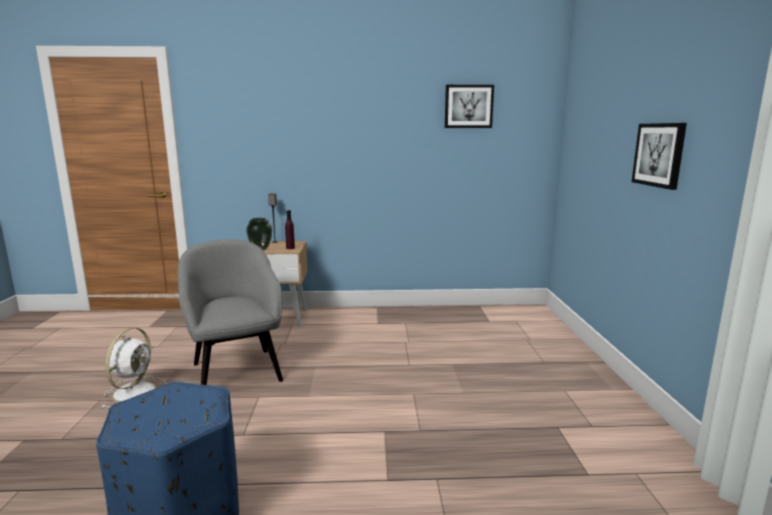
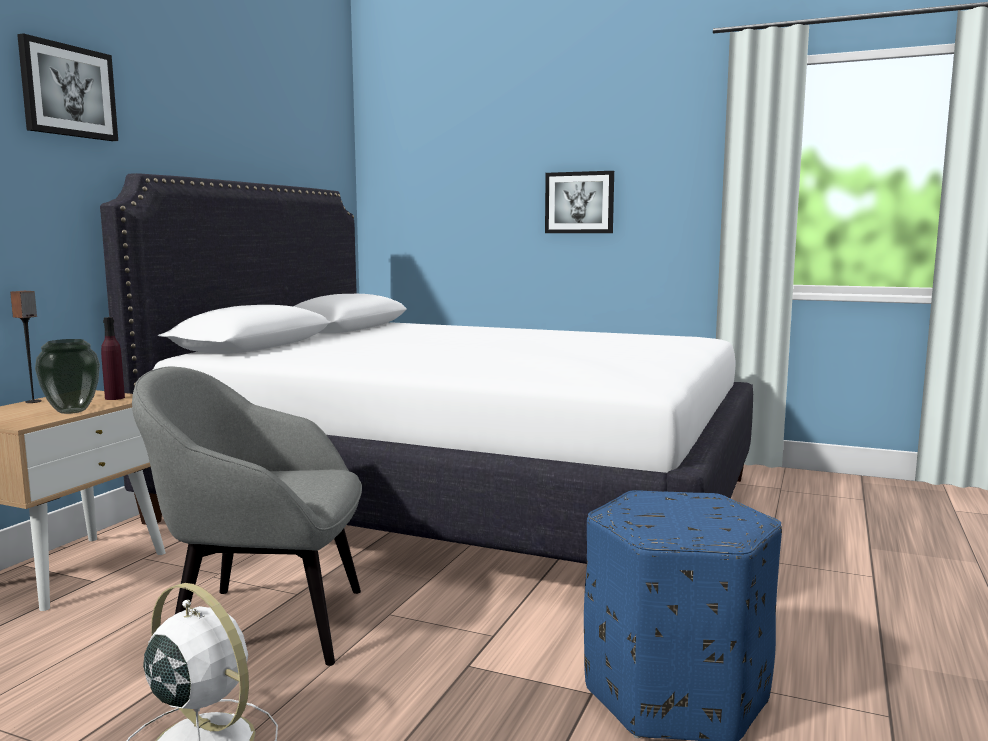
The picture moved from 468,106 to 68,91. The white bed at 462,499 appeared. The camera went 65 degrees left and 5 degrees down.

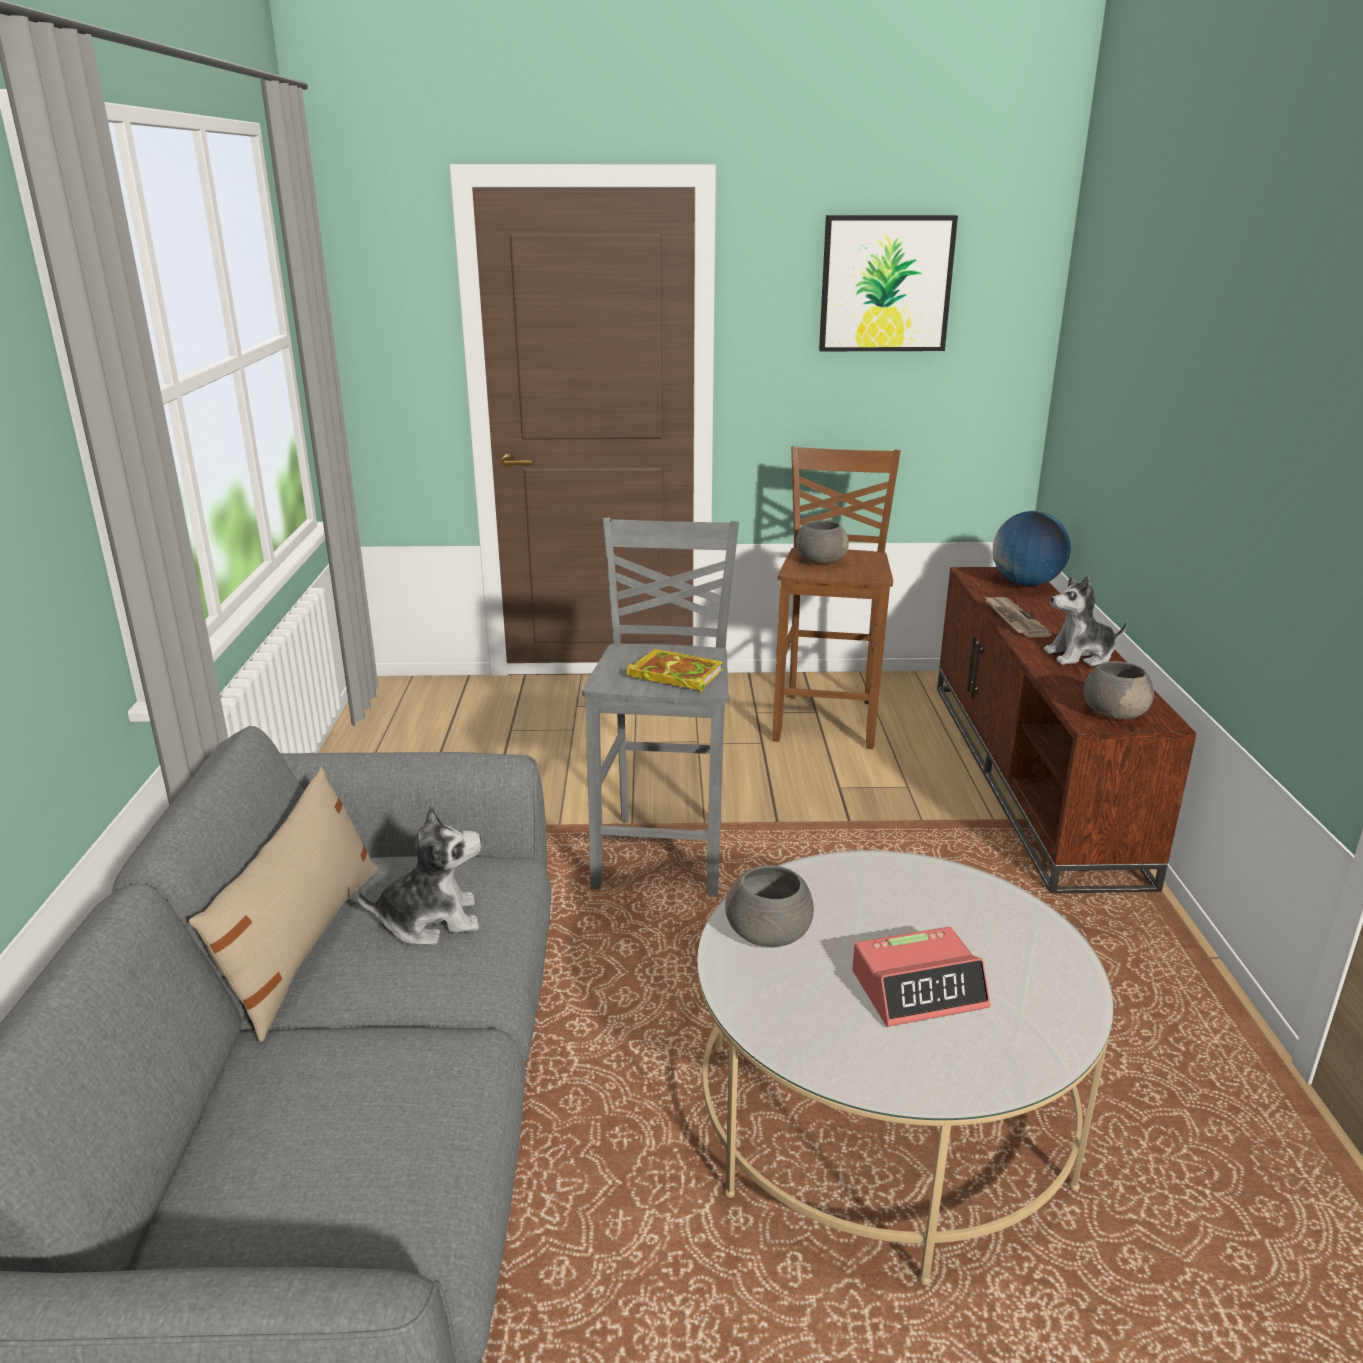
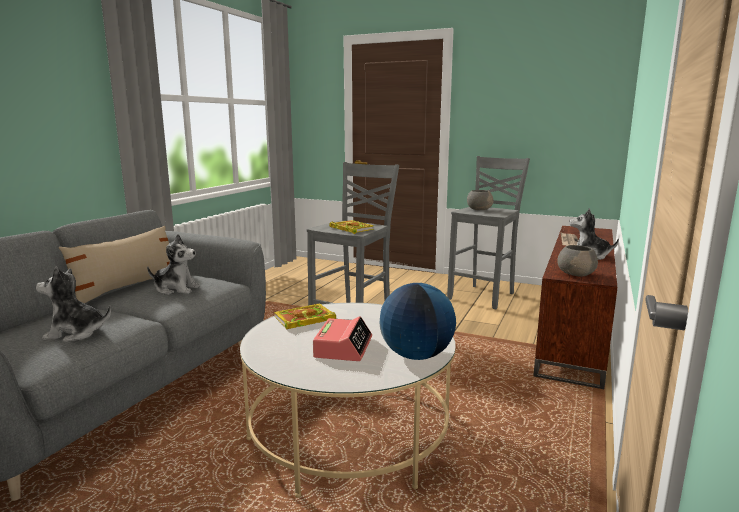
The grey bowl at 769,934 was replaced by the book at 303,320. The brown stool at 827,720 became the grey stool at 483,296. The picture at 885,284 disappeared. The alarm clock at 919,989 turned 90 degrees counterclockwise. The globe moved from 1026,584 to 416,356. The plush toy at 76,333 appeared. The camera went 25 degrees right and 10 degrees down.

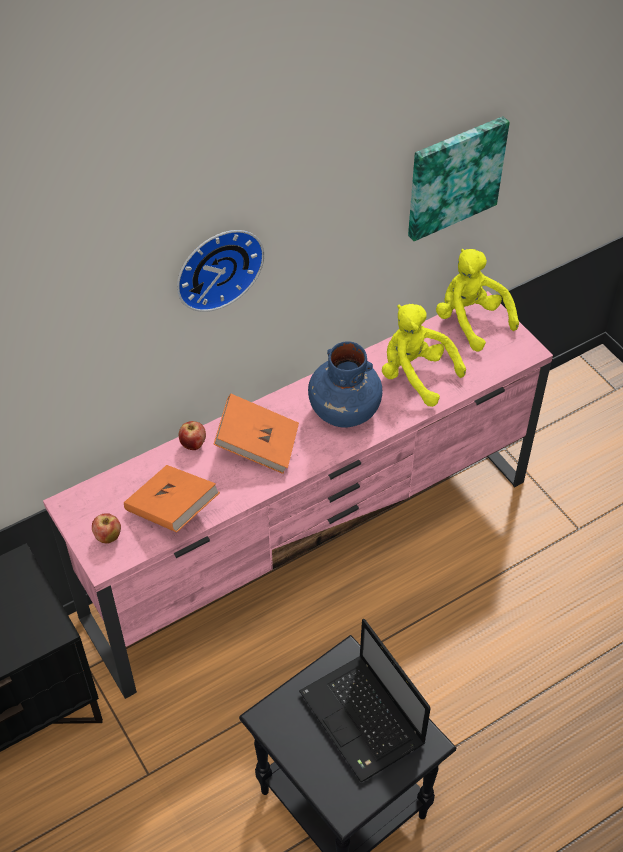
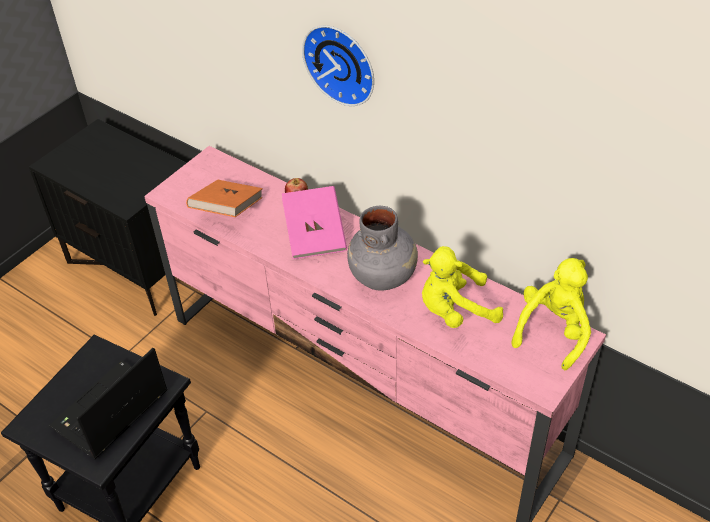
The apple at 108,537 disappeared. The orange book at 257,445 became the pink book at 315,235. The blue vase at 344,410 became the grey vase at 383,275. The yellow plush toy at 415,375 turned 120 degrees counterclockwise. The picture at 454,176 disappeared. The camera went 70 degrees right and 5 degrees down.

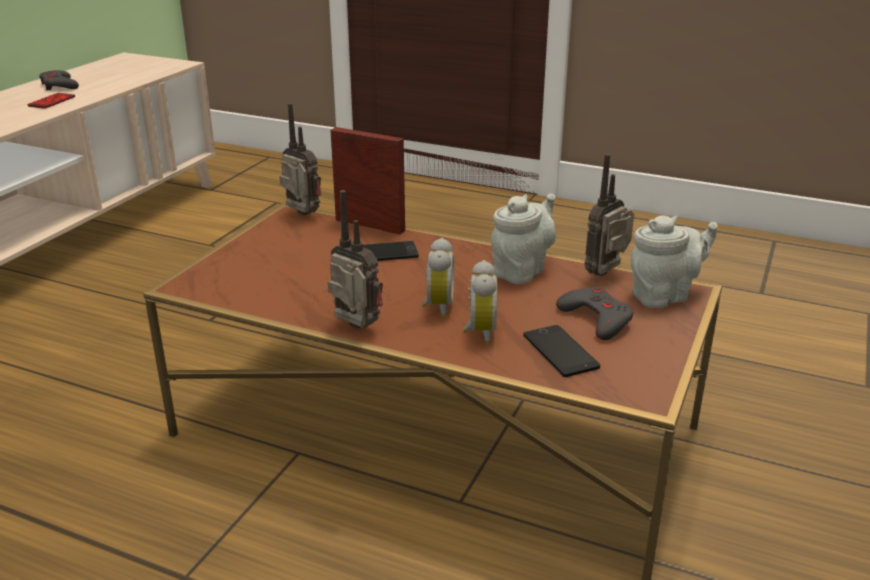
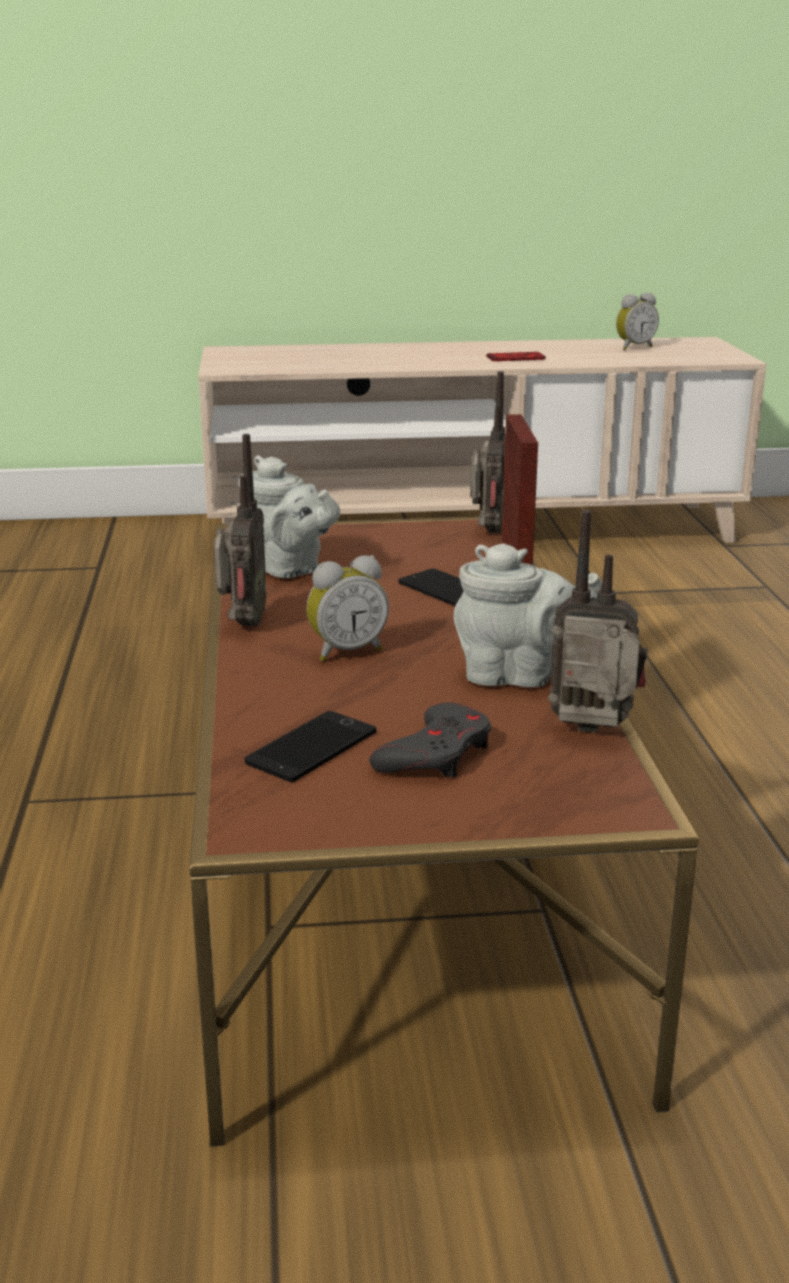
The grey game controller at 59,85 disappeared. The alarm clock moved from 478,332 to 633,347. The grey teapot moved from 664,295 to 286,570. The camera went 60 degrees right and 5 degrees down.

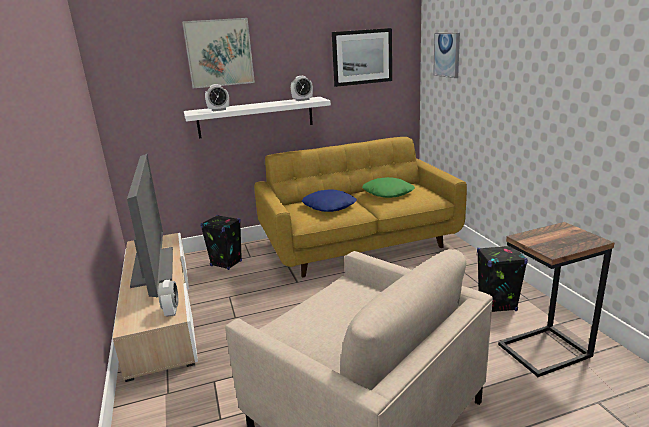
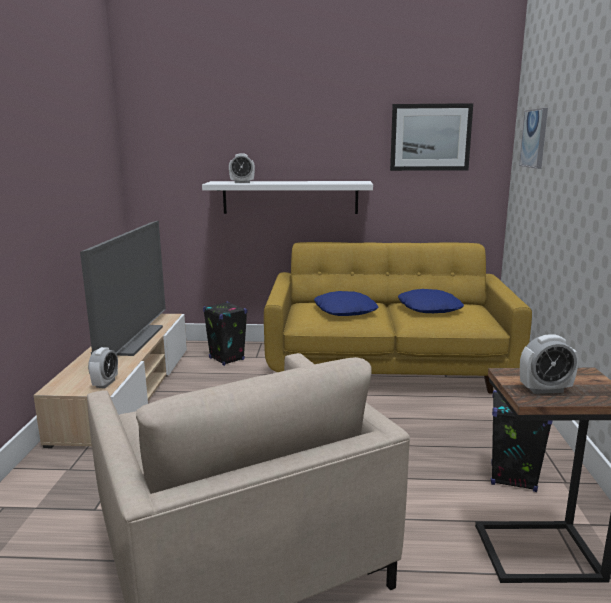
The picture at 219,53 disappeared. The alarm clock moved from 302,100 to 545,389. The green pillow at 388,193 became the blue pillow at 429,308. The camera went 20 degrees right and 5 degrees down.

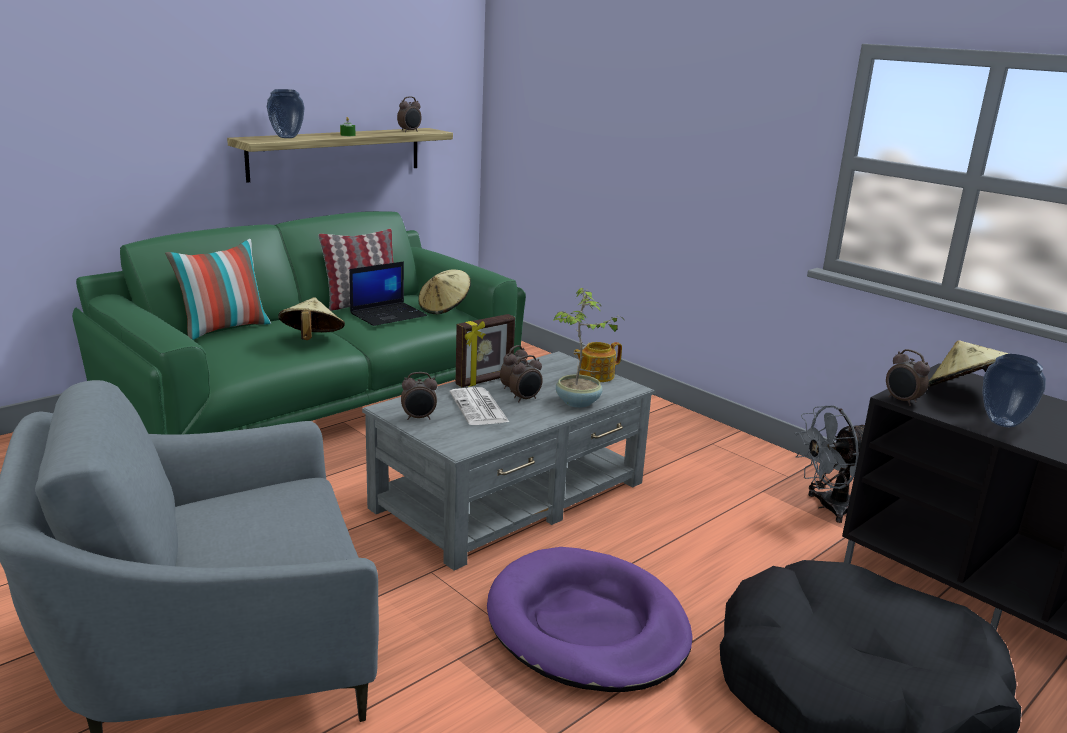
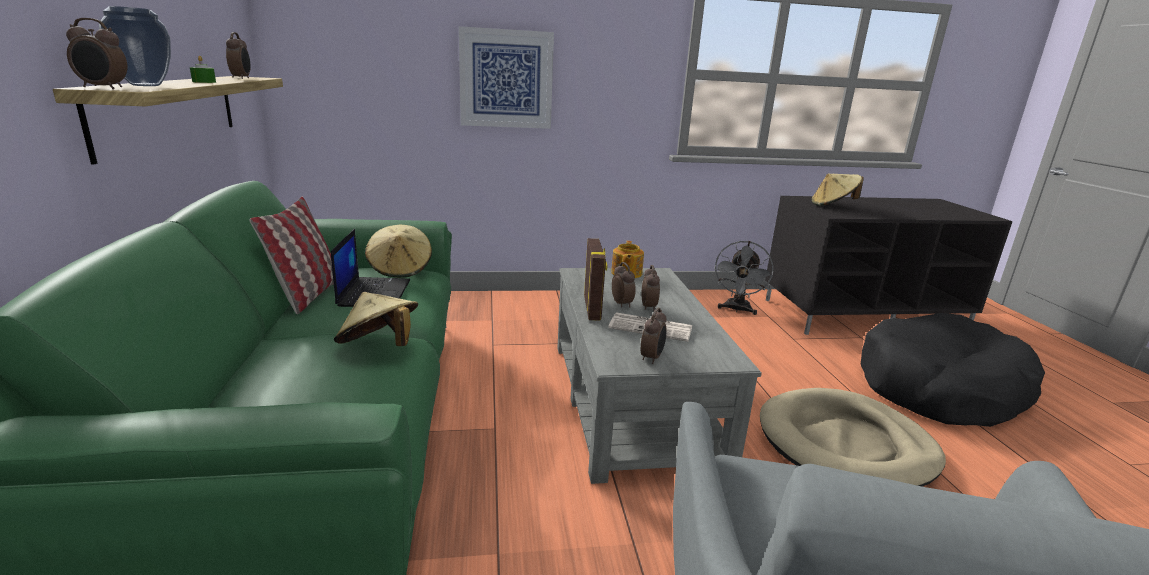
The pillow at 224,329 disappeared. The purple dog bed at 587,626 became the beige dog bed at 845,444. The potted plant at 578,403 disappeared. The alarm clock moved from 902,401 to 103,88. The vase at 1002,422 disappeared. The picture at 506,79 appeared. The camera went 55 degrees left and 0 degrees up.

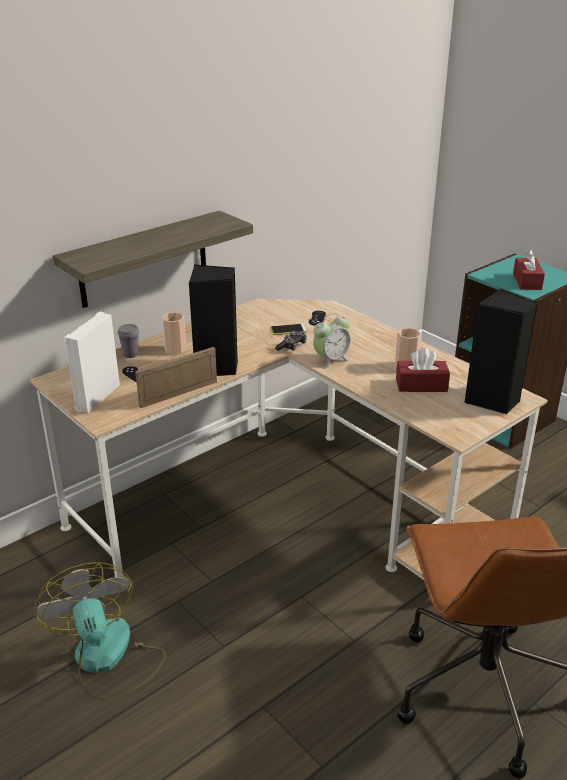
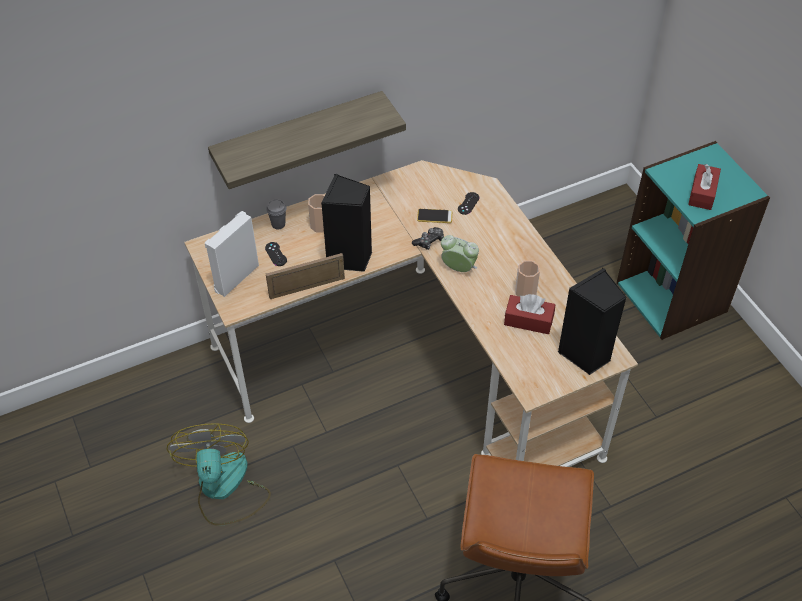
The alarm clock at 331,360 turned 135 degrees counterclockwise. The camera went 15 degrees right and 20 degrees up.

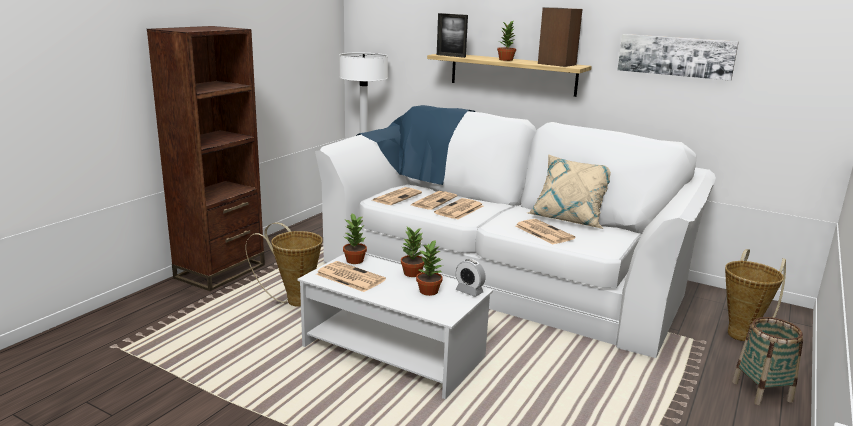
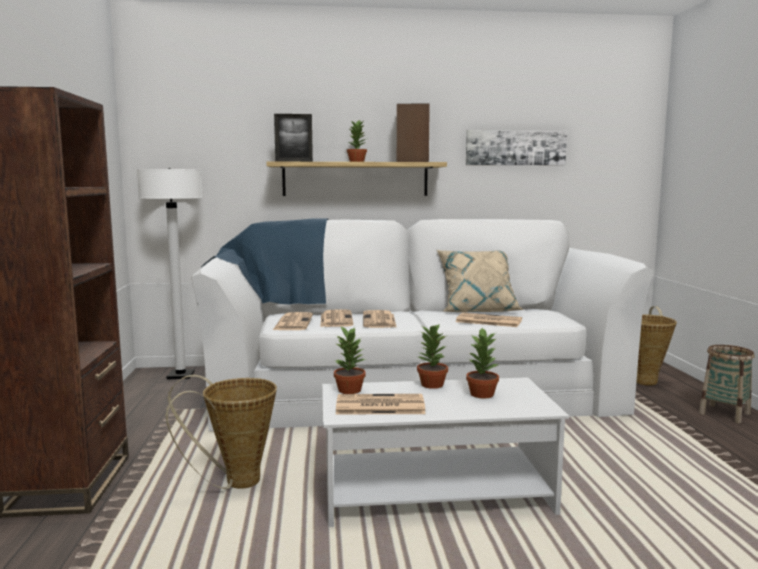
The alarm clock at 469,291 disappeared. The camera went 35 degrees left and 10 degrees down.

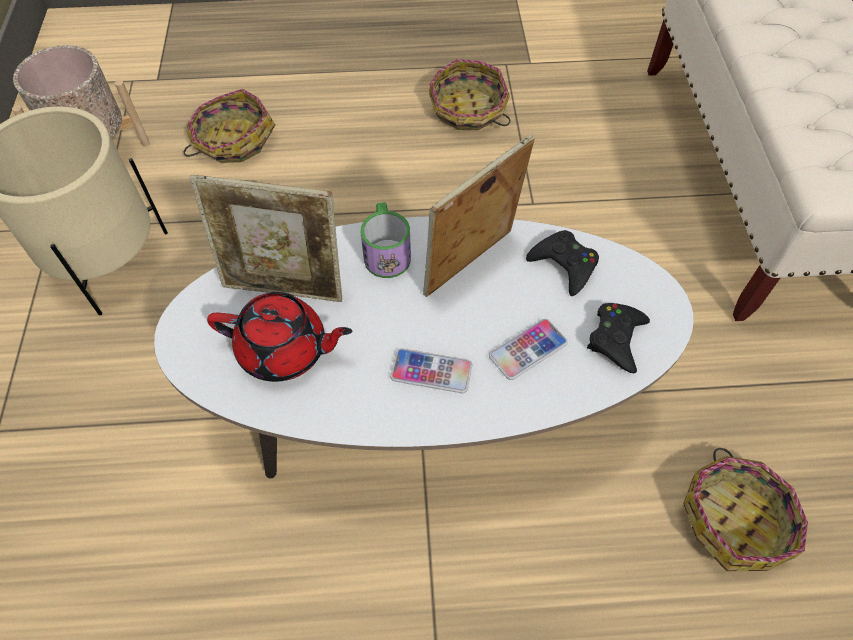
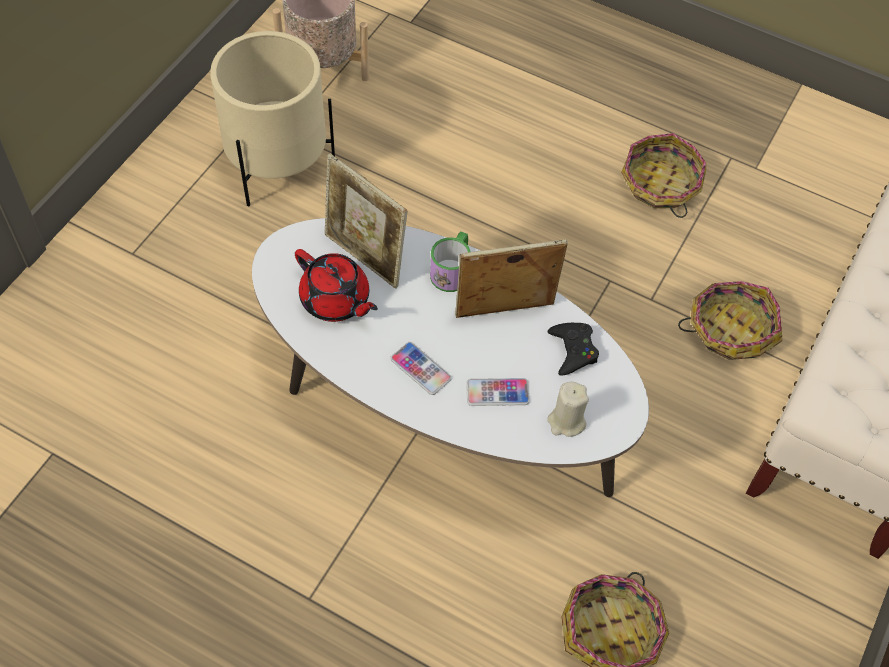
The basket moved from 232,140 to 729,329. The black game controller at 616,339 was replaced by the beige candle at 566,421. The camera went 30 degrees right and 0 degrees up.

